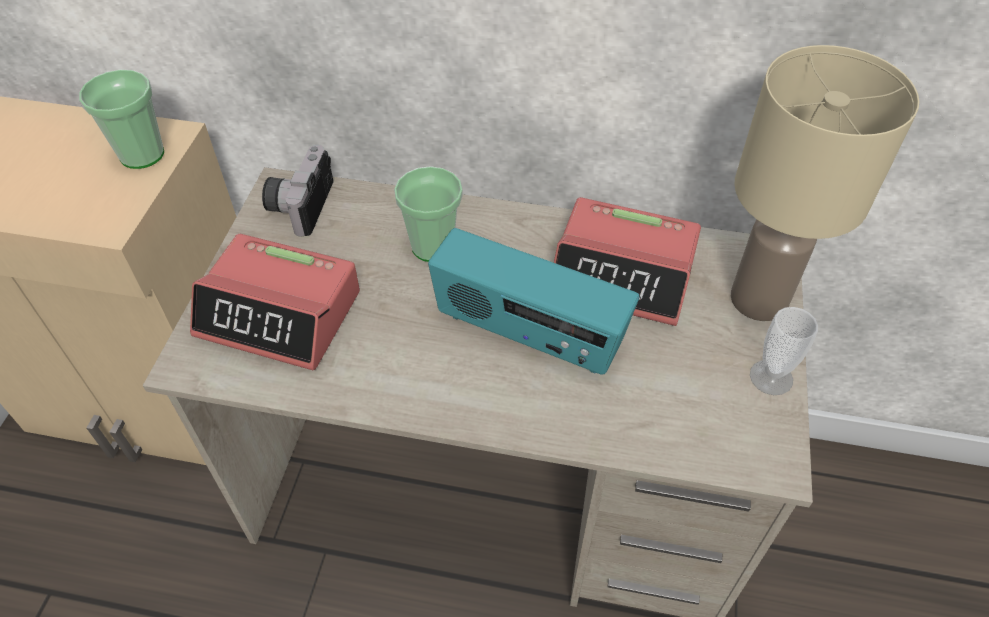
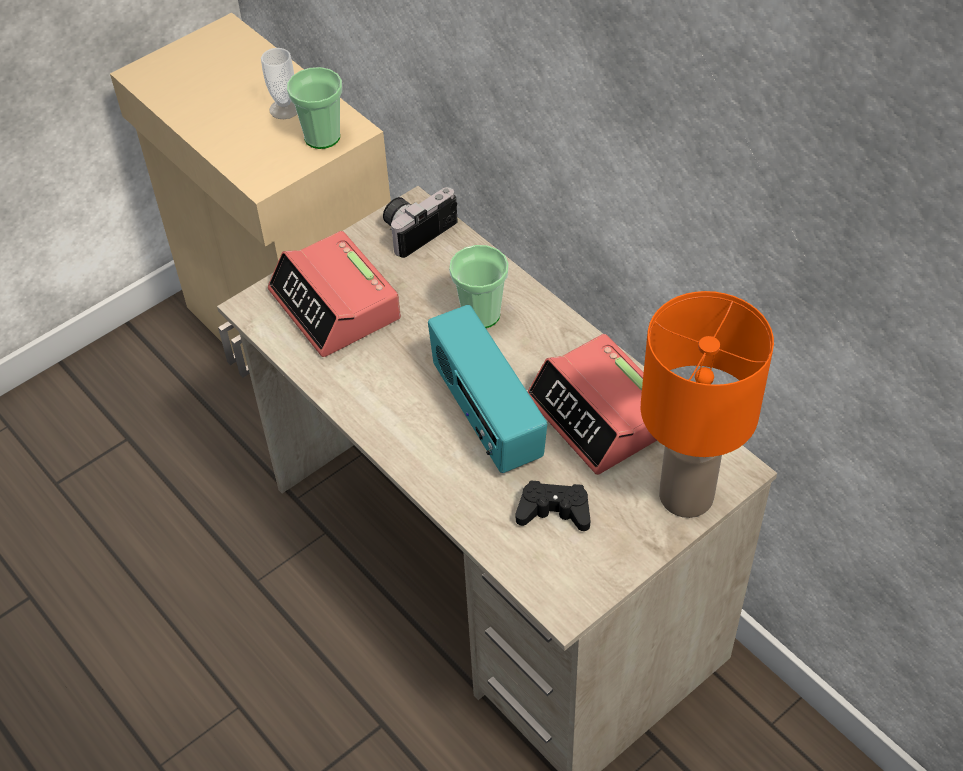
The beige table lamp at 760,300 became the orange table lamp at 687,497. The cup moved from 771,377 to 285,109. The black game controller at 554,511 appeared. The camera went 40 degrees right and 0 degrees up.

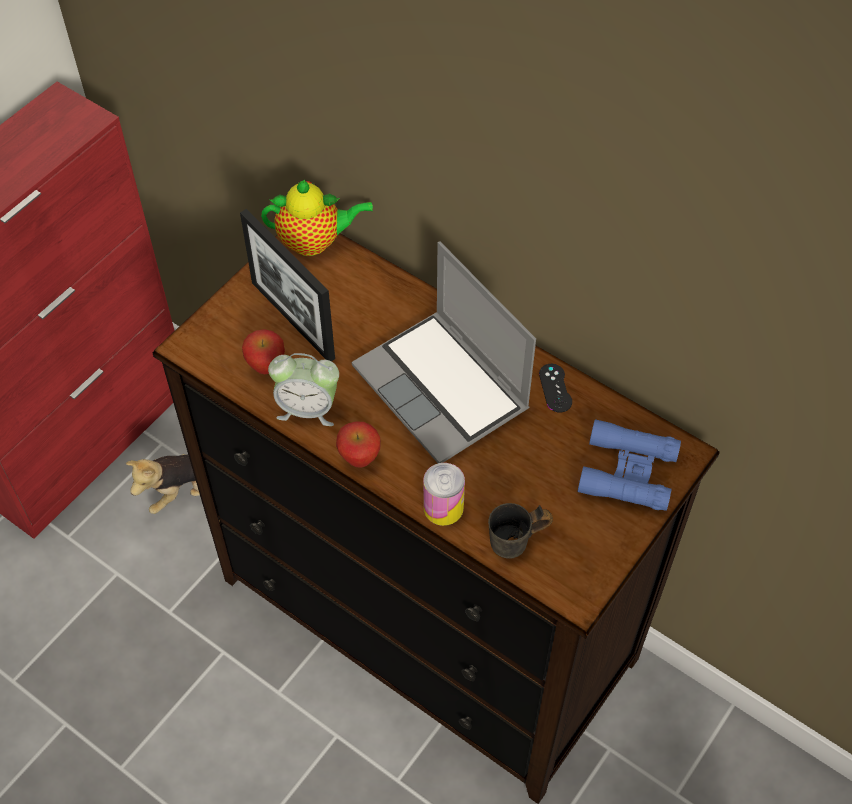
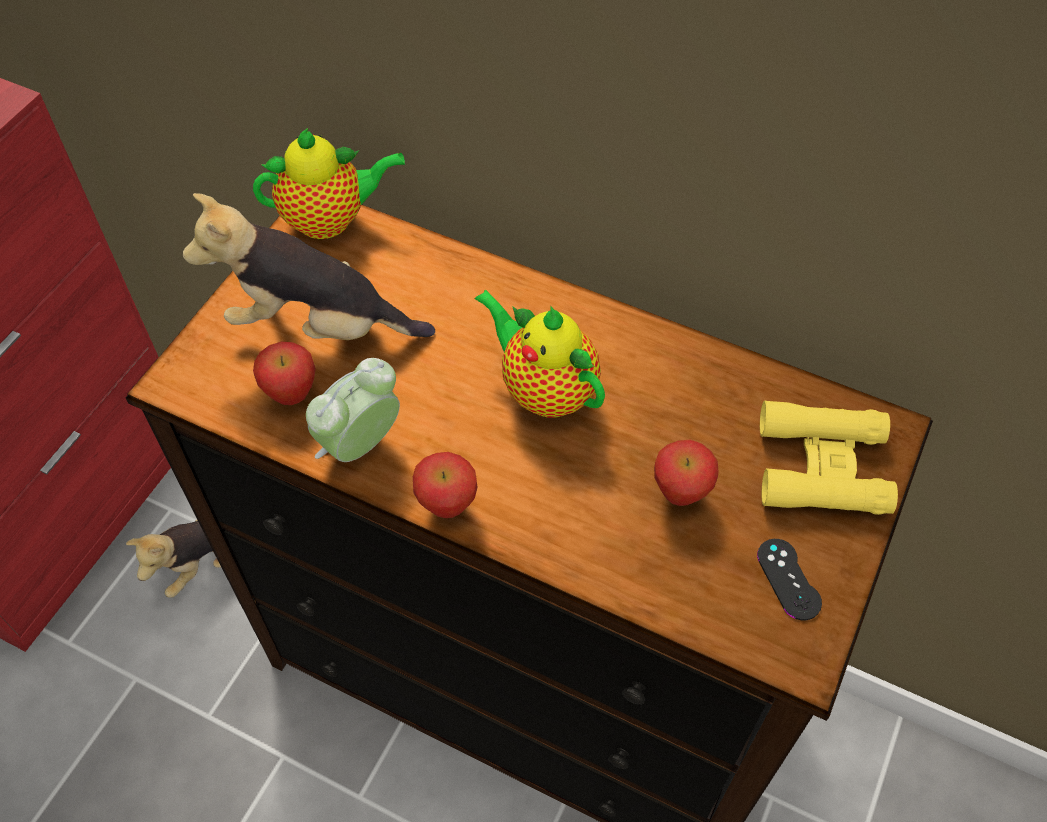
The picture frame at 292,320 was replaced by the plush toy at 318,326. The alarm clock at 308,409 turned 135 degrees clockwise. The laptop at 443,389 was replaced by the teapot at 544,390. The can at 443,507 disappeared. The grey mug at 518,545 disappeared. The black game controller moved from 555,388 to 788,579. The blue binoculars at 628,472 became the yellow binoculars at 822,466. The apple at 680,494 appeared. The camera went 10 degrees left and 0 degrees up.

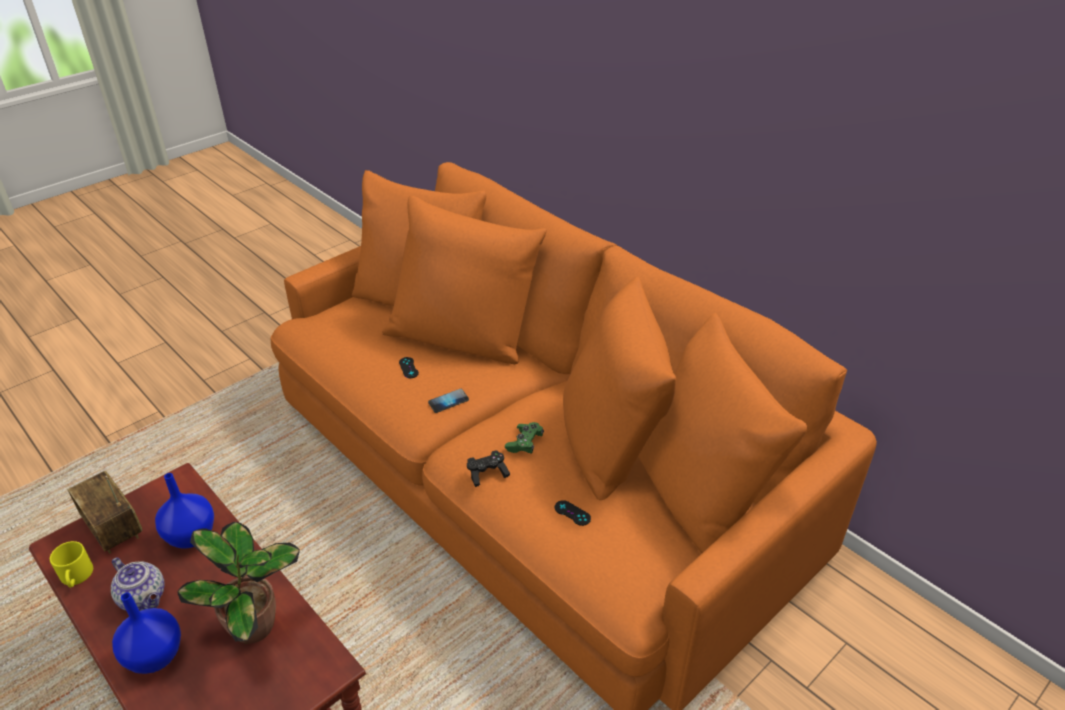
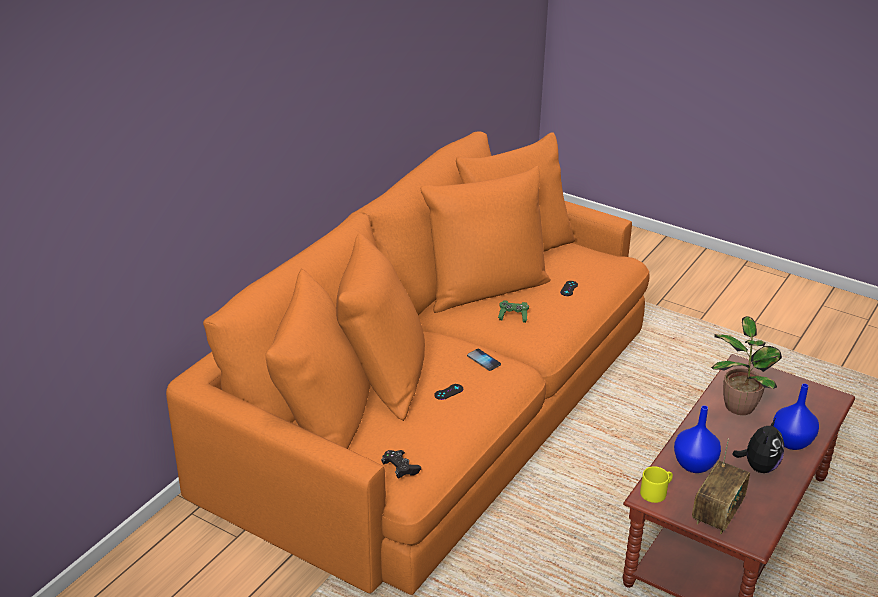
The yellow mug moved from 77,577 to 656,491. The teapot at 144,598 was replaced by the plush toy at 758,466. The black game controller moved from 487,473 to 400,468. The camera went 105 degrees left and 5 degrees down.

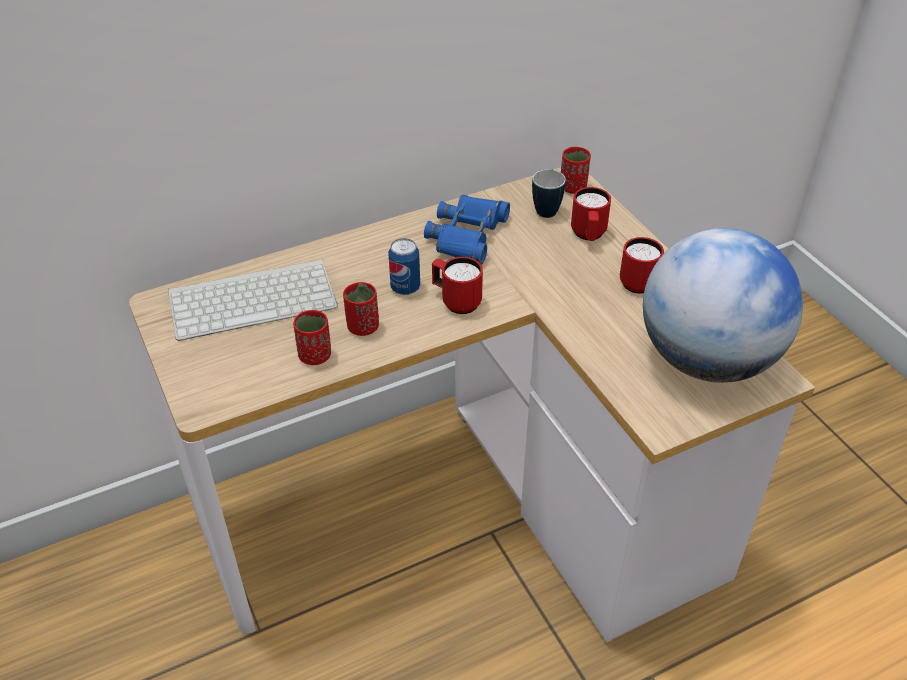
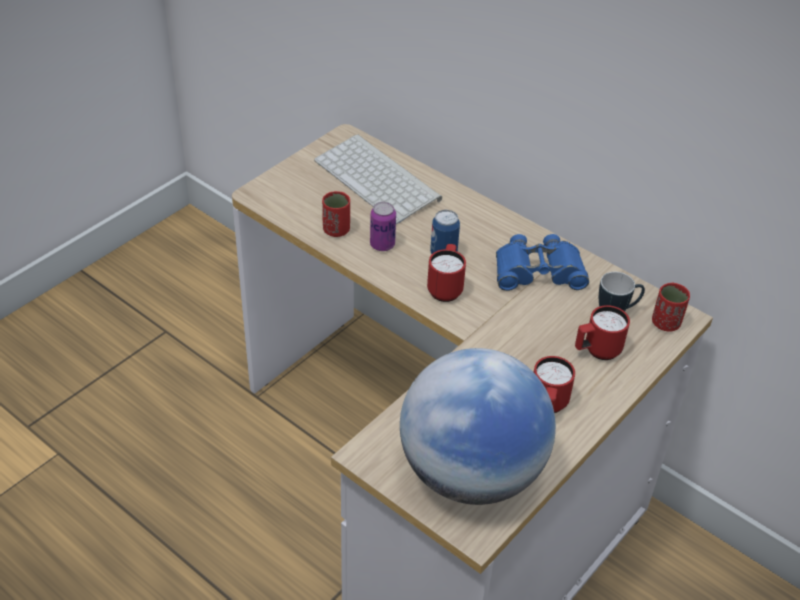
The red cup at 363,327 was replaced by the can at 382,245. The camera went 65 degrees right and 0 degrees up.

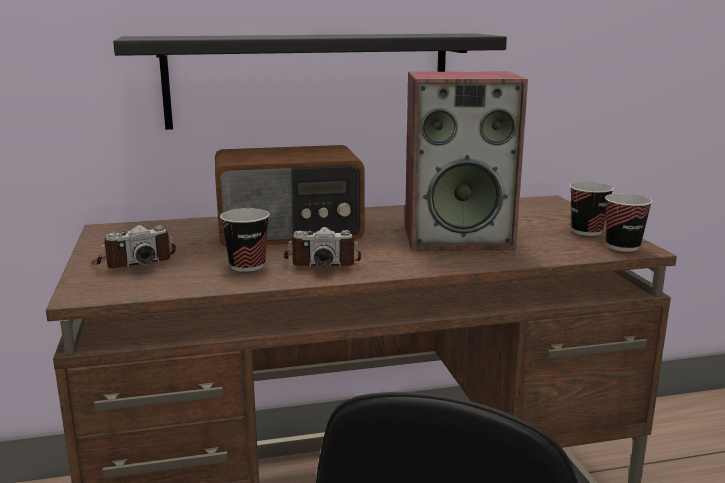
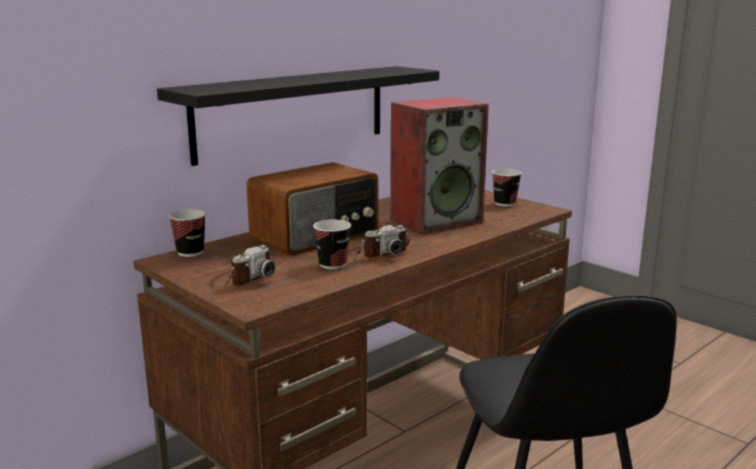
The cup moved from 622,246 to 190,252. The camera went 30 degrees left and 0 degrees up.

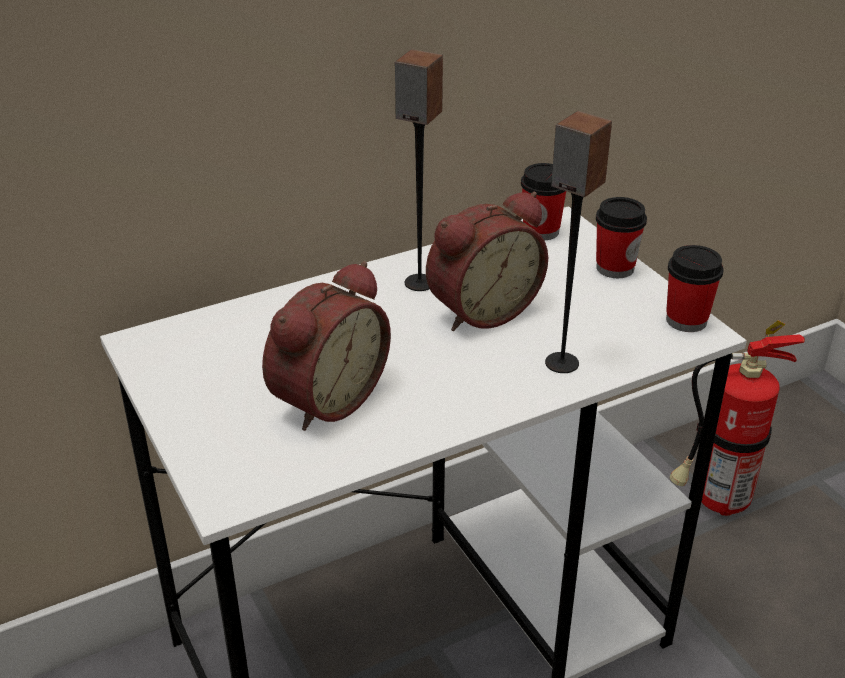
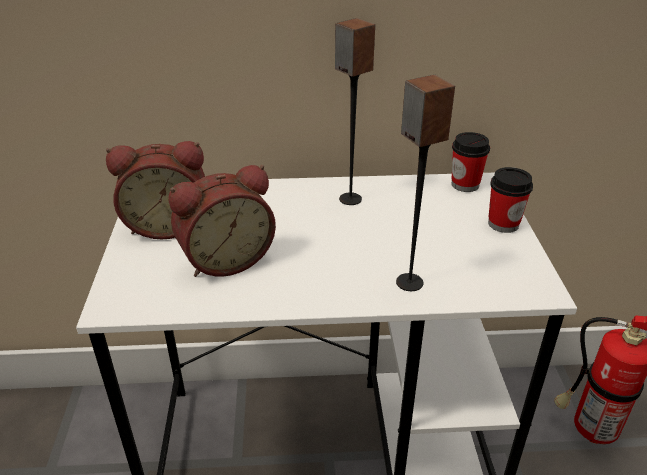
The alarm clock moved from 481,310 to 168,225. The cup at 686,320 disappeared. The camera went 25 degrees right and 0 degrees up.

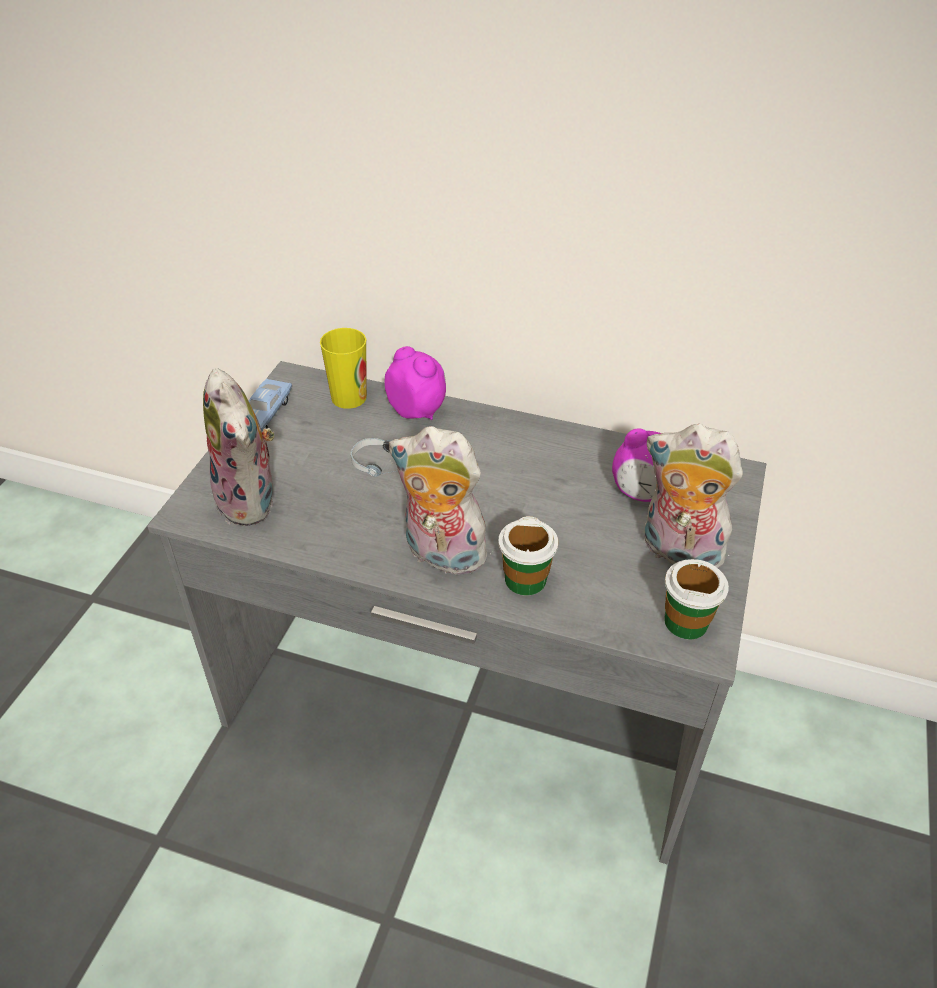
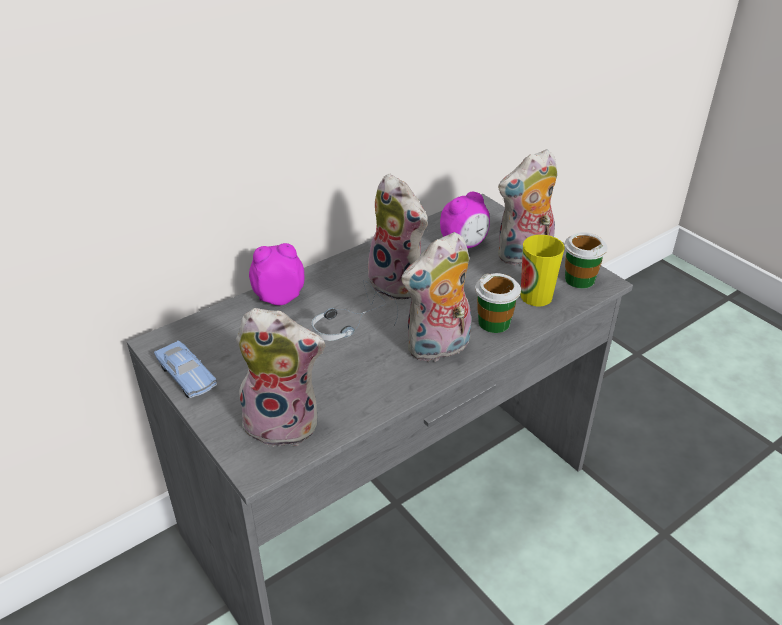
The cup moved from 349,397 to 536,296. The plush toy at 399,283 appeared. The camera went 55 degrees left and 5 degrees down.

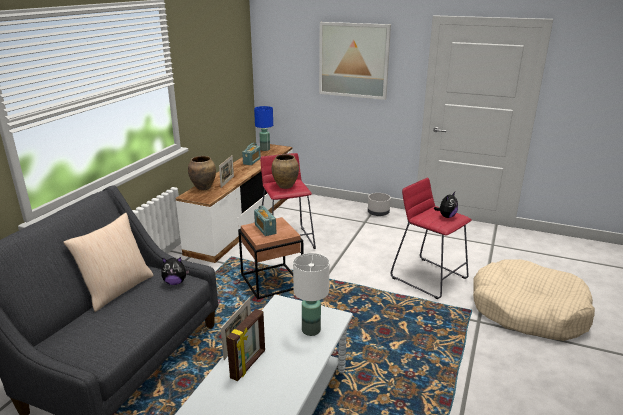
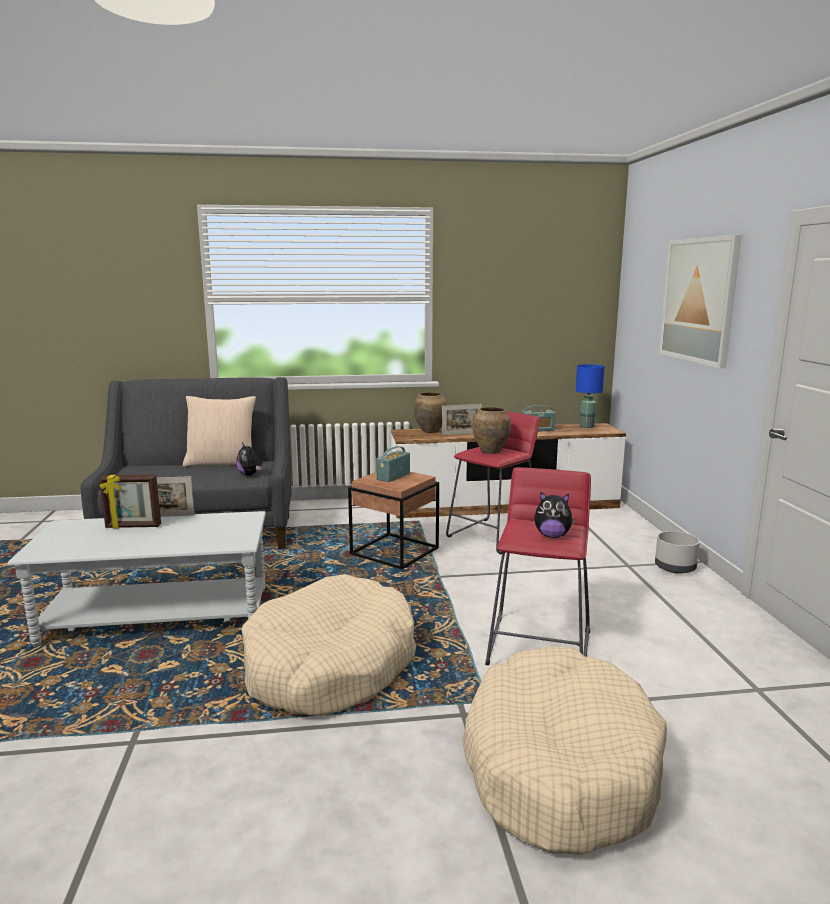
The white table lamp at 310,330 disappeared. The beige dog bed at 330,665 appeared. The camera went 60 degrees right and 10 degrees down.

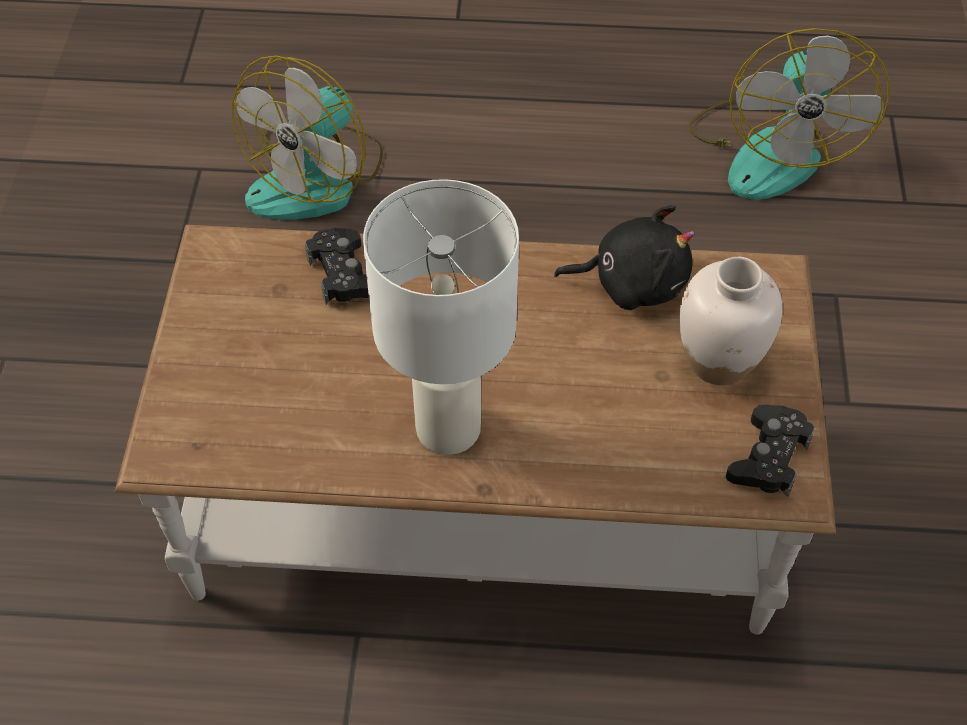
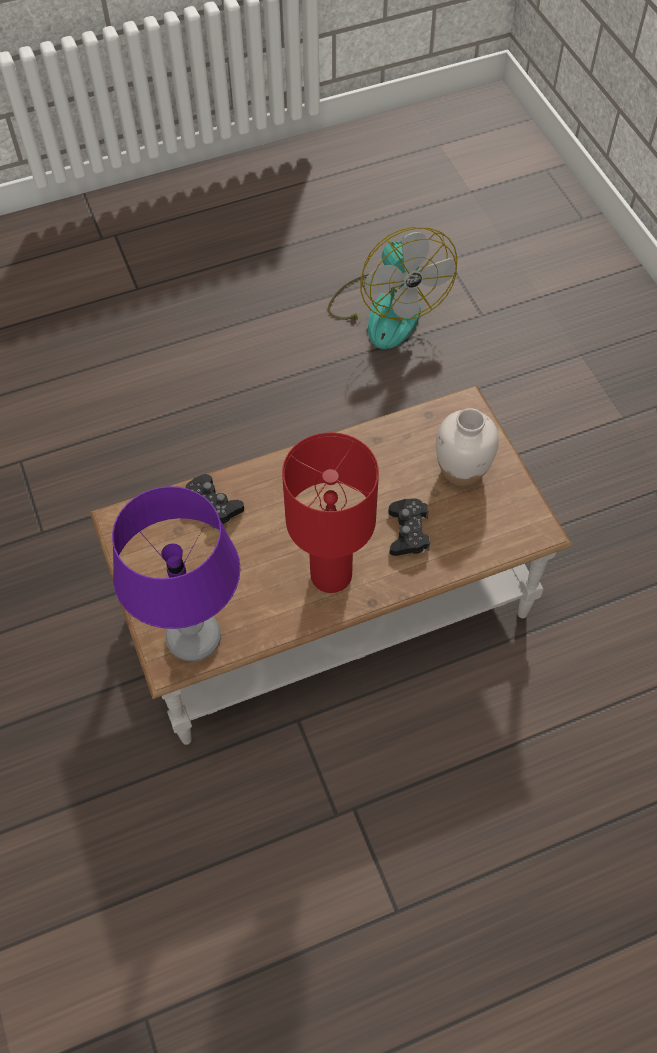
The fan at 318,177 disappeared. The white table lamp at 450,428 became the red table lamp at 332,574. The black plush toy at 632,282 disappeared. The black game controller moved from 768,457 to 408,532. The purple table lamp at 194,637 appeared. The camera went 25 degrees left and 5 degrees up.

